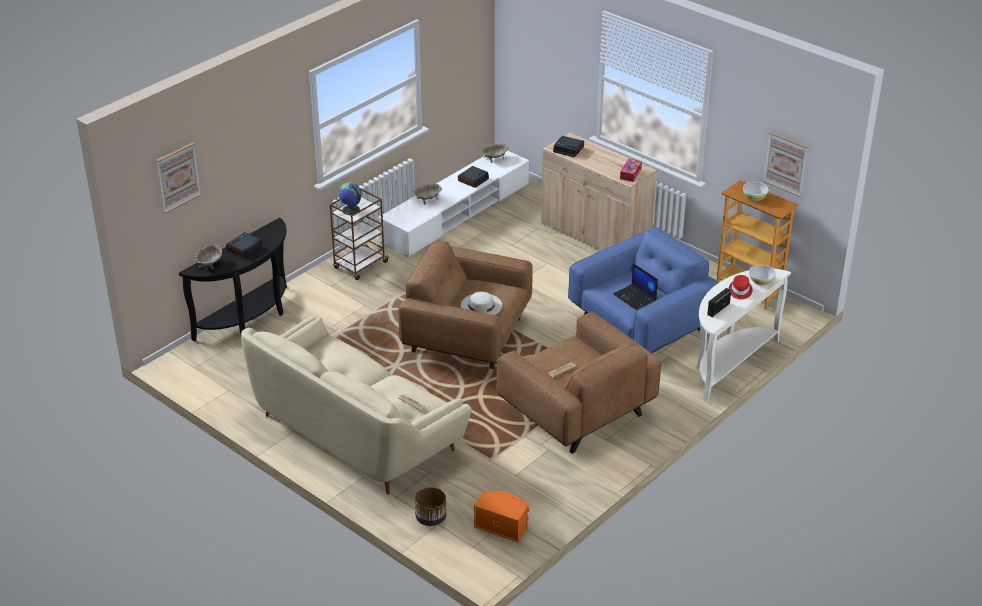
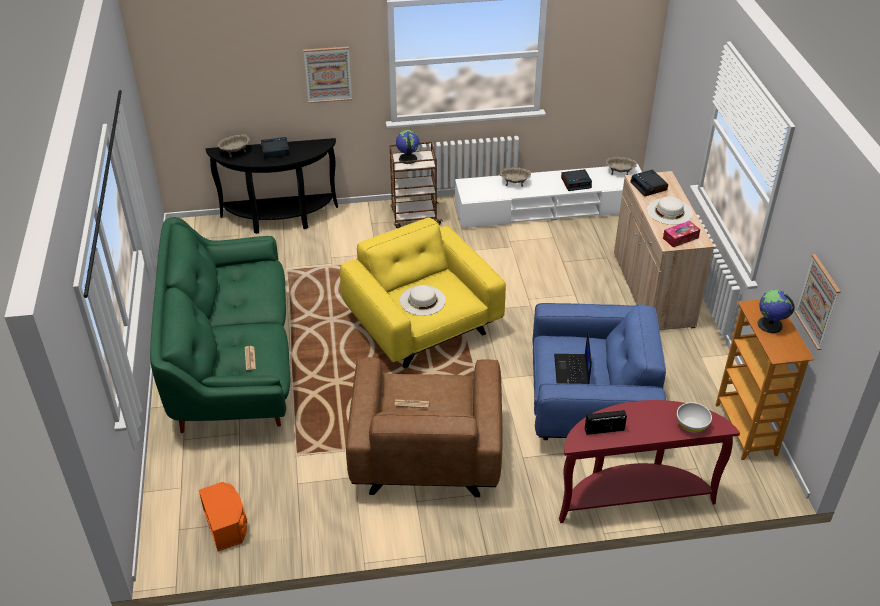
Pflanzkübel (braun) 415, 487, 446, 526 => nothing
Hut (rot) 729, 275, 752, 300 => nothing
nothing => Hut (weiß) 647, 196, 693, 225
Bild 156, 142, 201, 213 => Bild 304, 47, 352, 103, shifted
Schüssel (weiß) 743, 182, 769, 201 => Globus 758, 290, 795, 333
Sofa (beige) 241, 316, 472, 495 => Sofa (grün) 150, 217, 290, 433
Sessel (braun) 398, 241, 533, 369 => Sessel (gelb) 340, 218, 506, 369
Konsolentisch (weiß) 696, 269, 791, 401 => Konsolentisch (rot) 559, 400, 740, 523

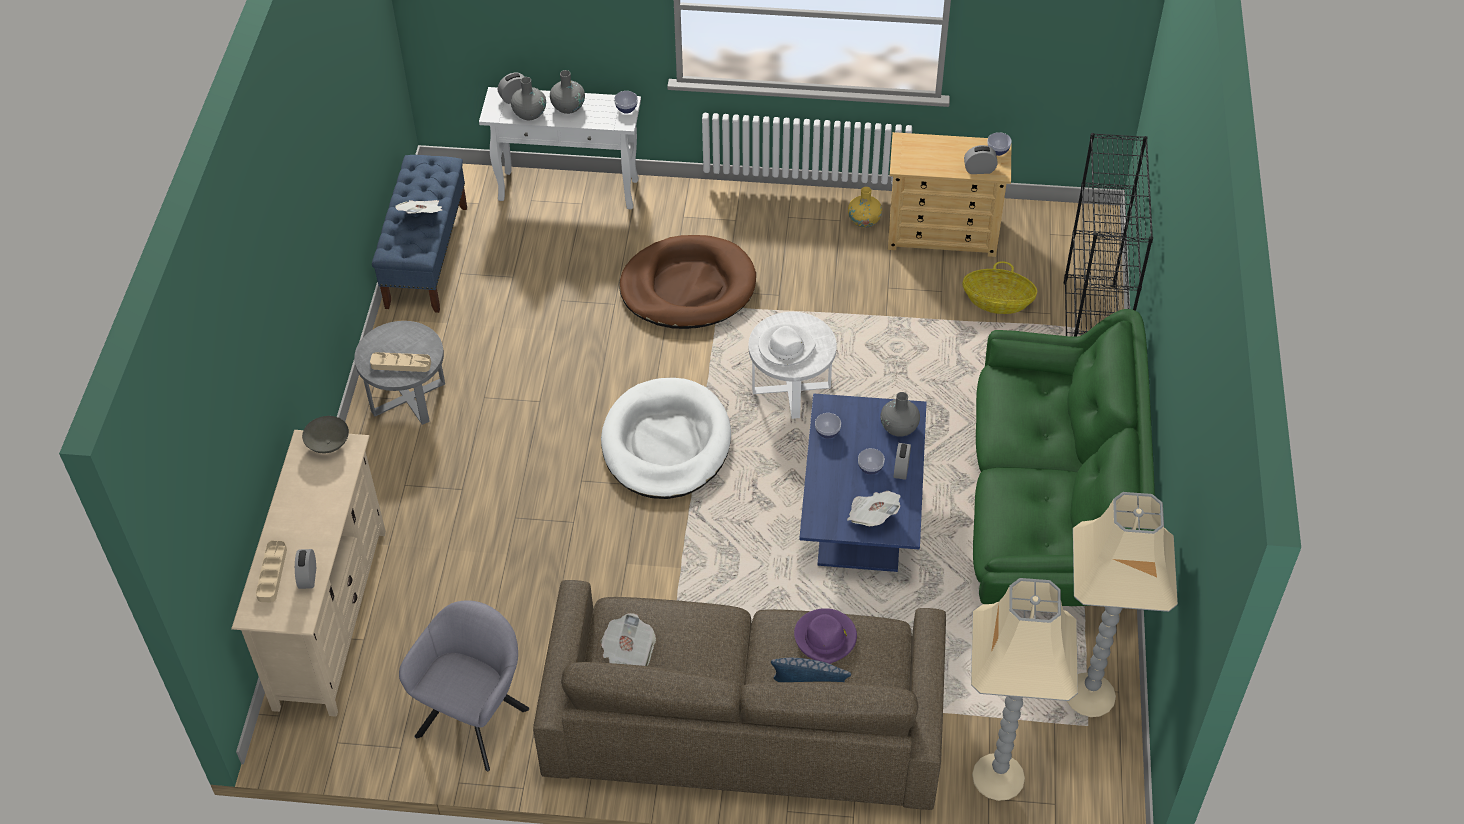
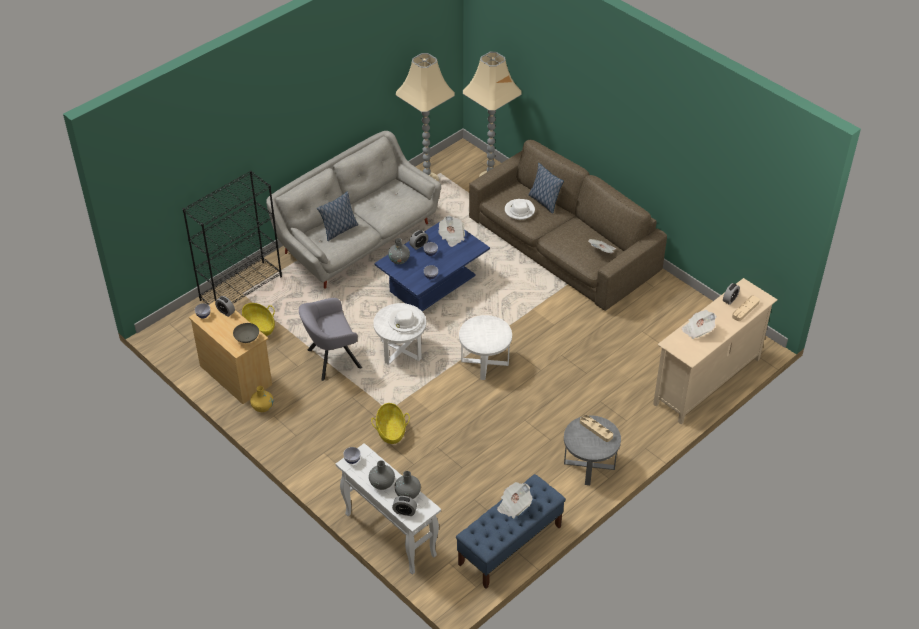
nothing => Kissen 317, 191, 358, 241
nothing => Zeitung 682, 310, 717, 339
Schüssel (grau) 302, 416, 349, 453 => Schüssel (grau) 233, 323, 259, 343, shifted
Sessel (grau) 399, 600, 529, 771 => Sessel (grau) 299, 298, 362, 381, shifted
Hundebett (weiß) 601, 378, 731, 499 => Beistelltisch (weiß) 459, 315, 512, 380
Hundebett (braun) 619, 235, 756, 329 => Korb 371, 403, 410, 444
Hut (lila) 794, 608, 857, 664 => Hut (weiß) 505, 199, 535, 220
Sofa (grün) 973, 309, 1155, 606 => Sofa (grau) 266, 131, 441, 289

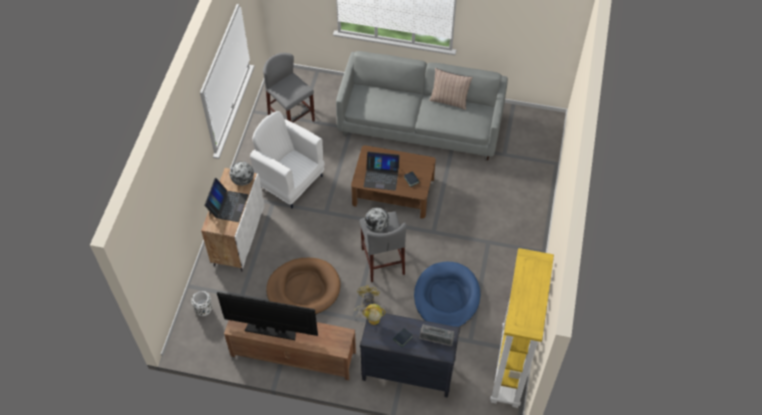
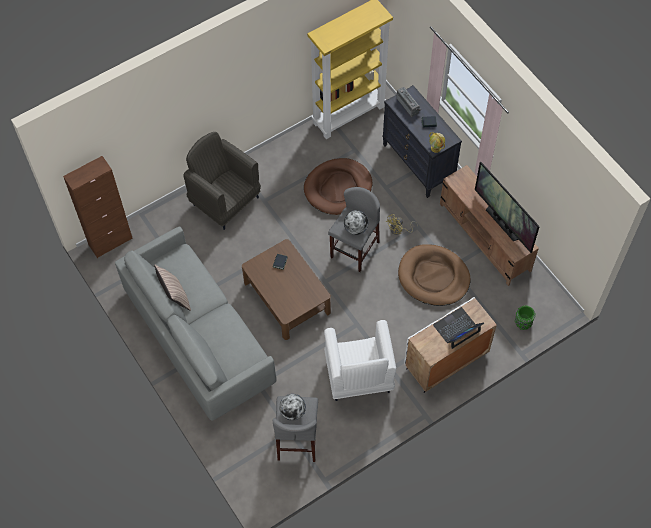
Laptop 364, 152, 400, 190 => nothing
nothing => Schrank (braun) 63, 156, 133, 258
nothing => Sessel (grau) 183, 132, 261, 230
Globus 230, 161, 254, 186 => Globus 279, 394, 306, 421, shifted
Vase (weiß) 191, 291, 212, 316 => Vase (grün) 515, 306, 536, 330
Hundebett (blau) 414, 262, 480, 327 => Hundebett (braun) 304, 158, 372, 215

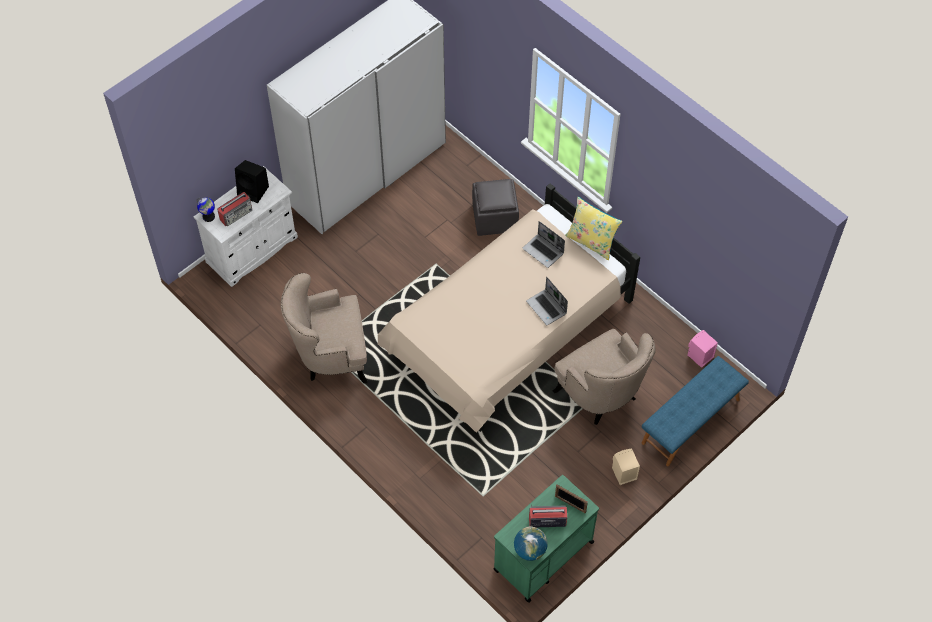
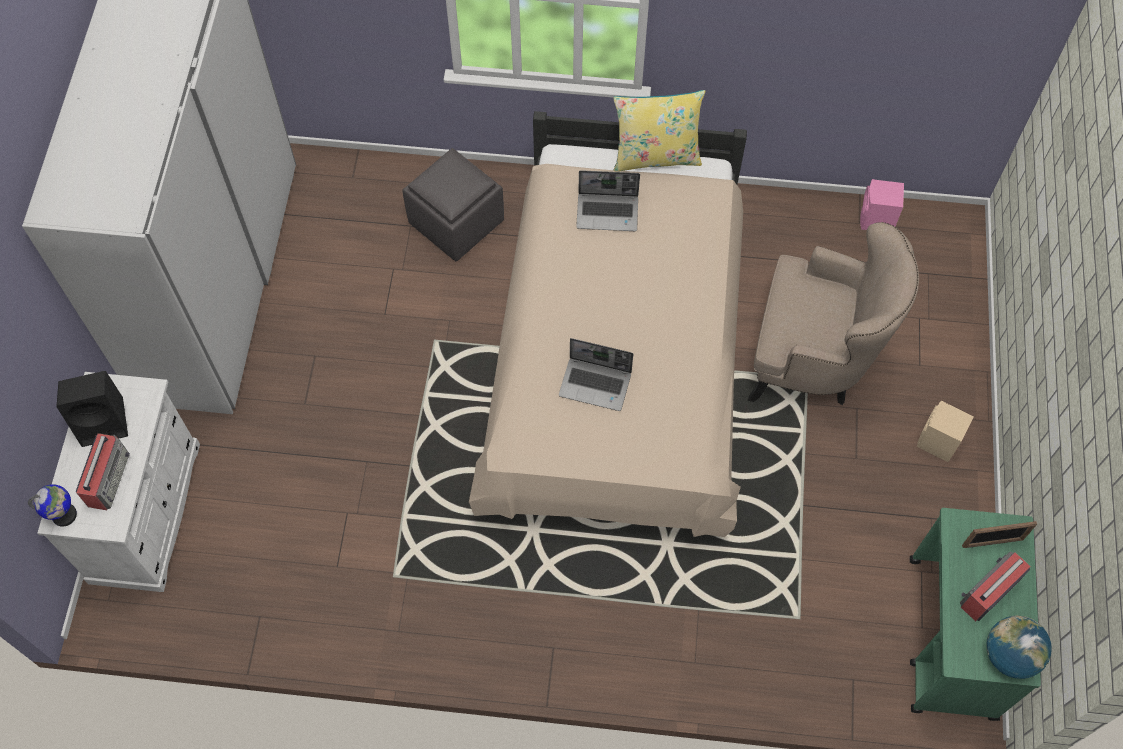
Sessel (beige) 281, 273, 367, 383 => nothing
Bank (blau) 642, 356, 749, 466 => nothing
Laptop 526, 277, 568, 325 => Laptop 559, 338, 633, 411, shifted

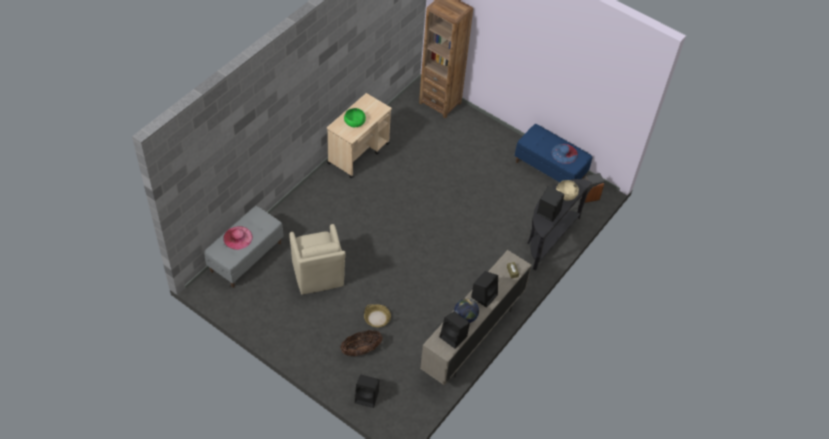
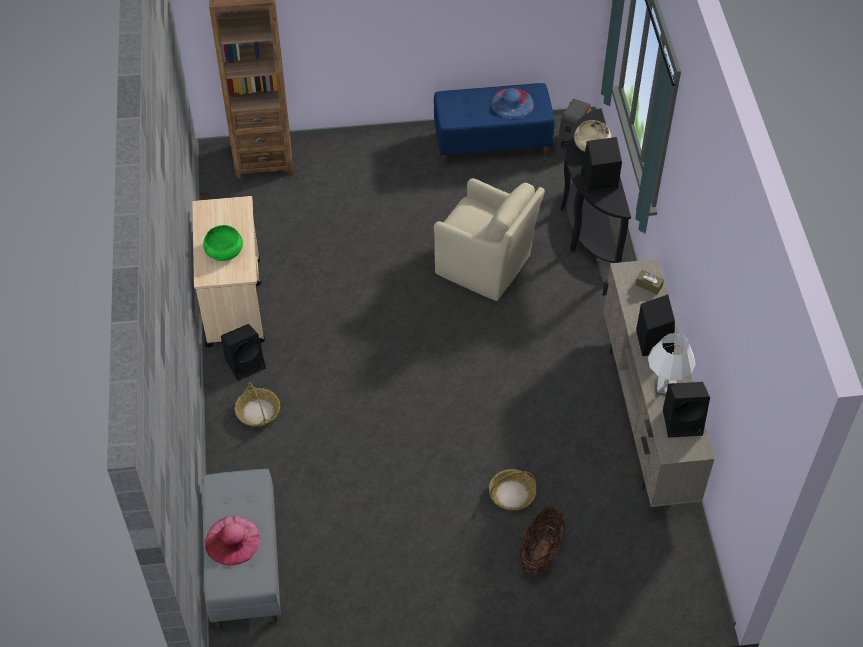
nothing => Korb 235, 382, 280, 427
Sessel (beige) 289, 224, 346, 295 => Sessel (beige) 434, 178, 545, 301, shifted
Lautsprecher (schwarz) 355, 375, 379, 408 => Lautsprecher (schwarz) 221, 324, 266, 381, shifted
Globus 454, 298, 479, 323 => Tischlampe (weiß) 648, 333, 696, 394

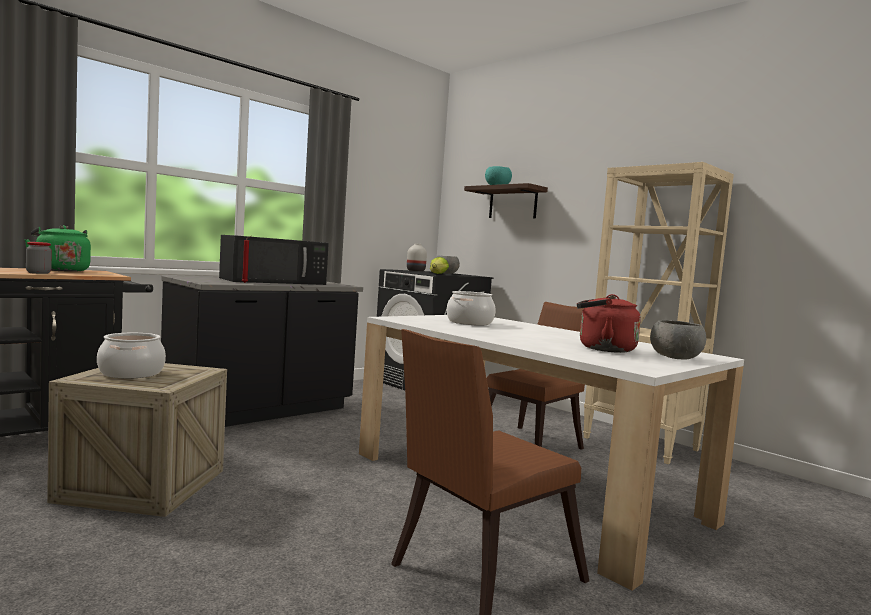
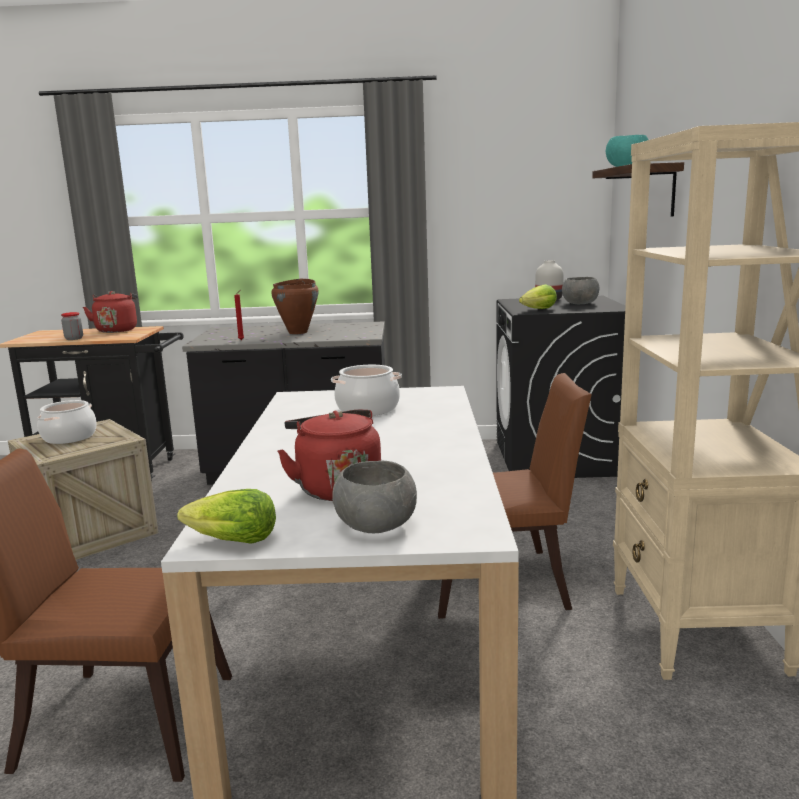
nothing => Salatkopf 177, 489, 276, 544
Mikrowelle (schwarz) 219, 235, 329, 285 => Kochtopf (braun) 271, 278, 318, 334
Wasserkessel (grün) 24, 225, 91, 272 => Wasserkessel (rot) 83, 291, 138, 333

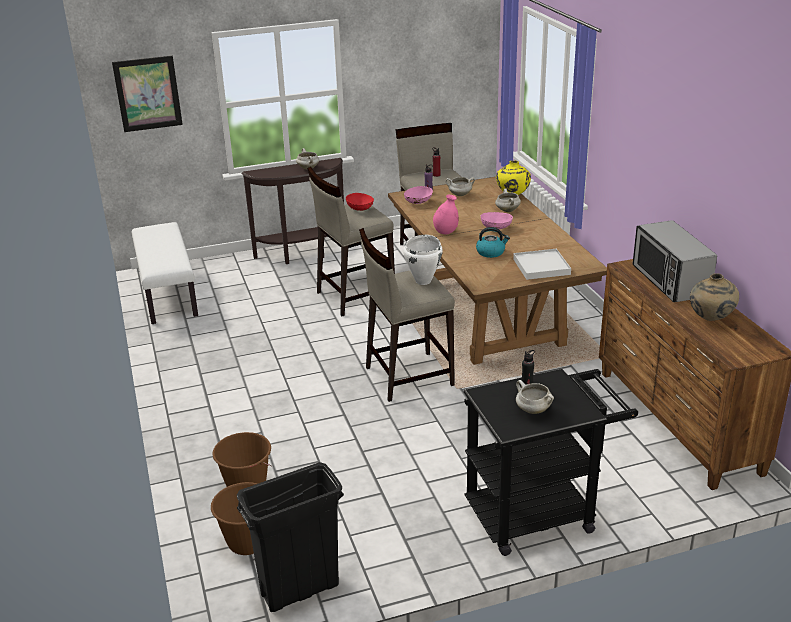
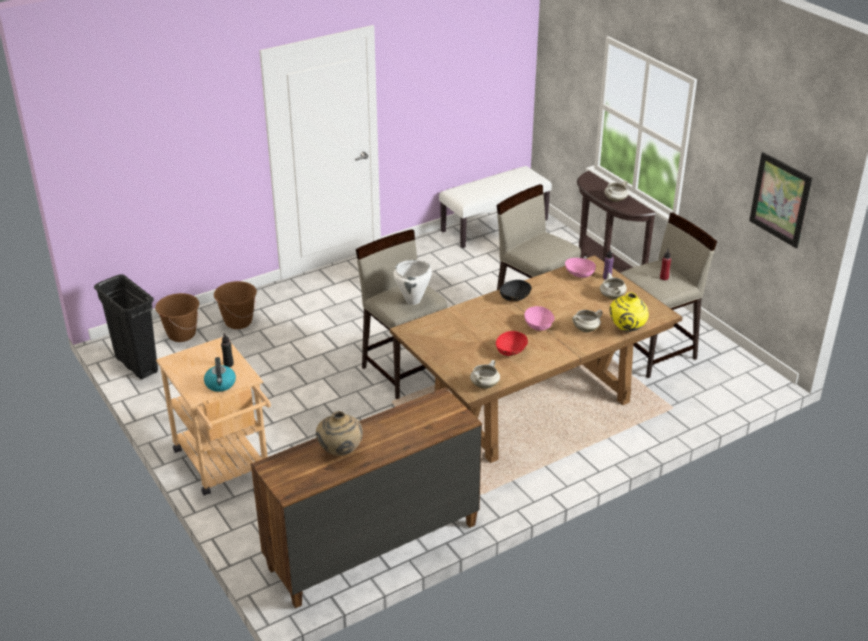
Tablett (weiß) 513, 249, 571, 280 => nothing
Mikrowelle 632, 220, 717, 302 => nothing
Bild 112, 56, 183, 132 => Bild 749, 152, 812, 248, shifted
Schüssel (rot) 346, 193, 374, 211 => Schüssel (rot) 496, 331, 528, 356, shifted
Wasserkessel 476, 227, 510, 258 => Wasserkessel 204, 357, 236, 392, shifted
Kochtopf (weiß) 516, 380, 554, 414 => Kochtopf (weiß) 470, 360, 500, 389, shifted
Vase (rosa) 433, 195, 459, 235 => Schüssel (schwarz) 500, 280, 532, 301
Rollwagen (schwarz) 464, 369, 638, 556 => Rollwagen (beige) 156, 337, 271, 496

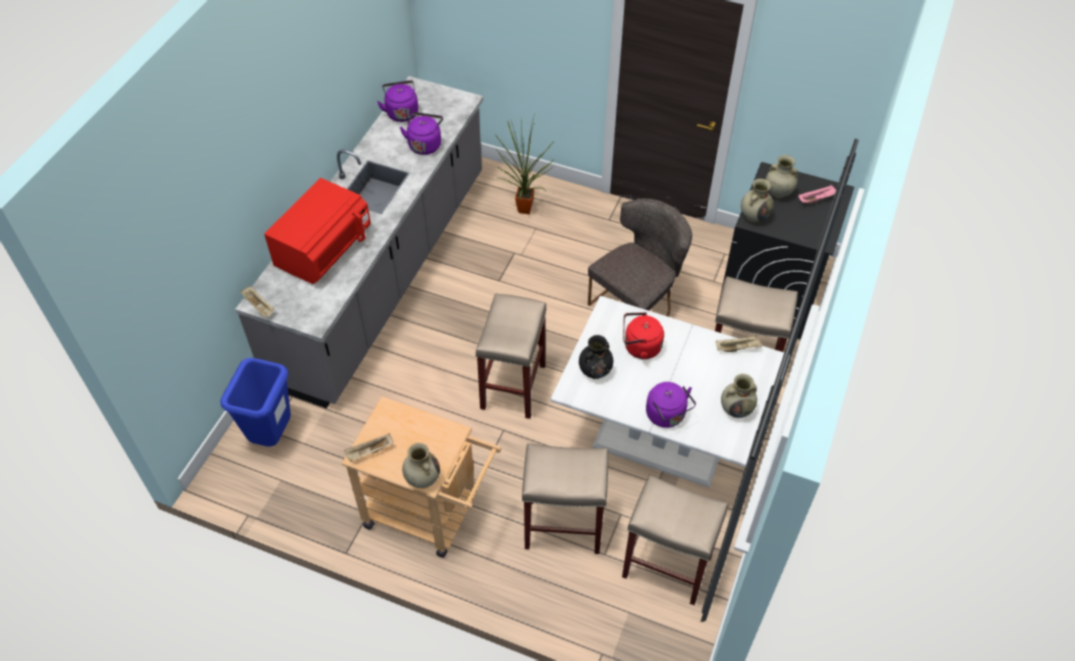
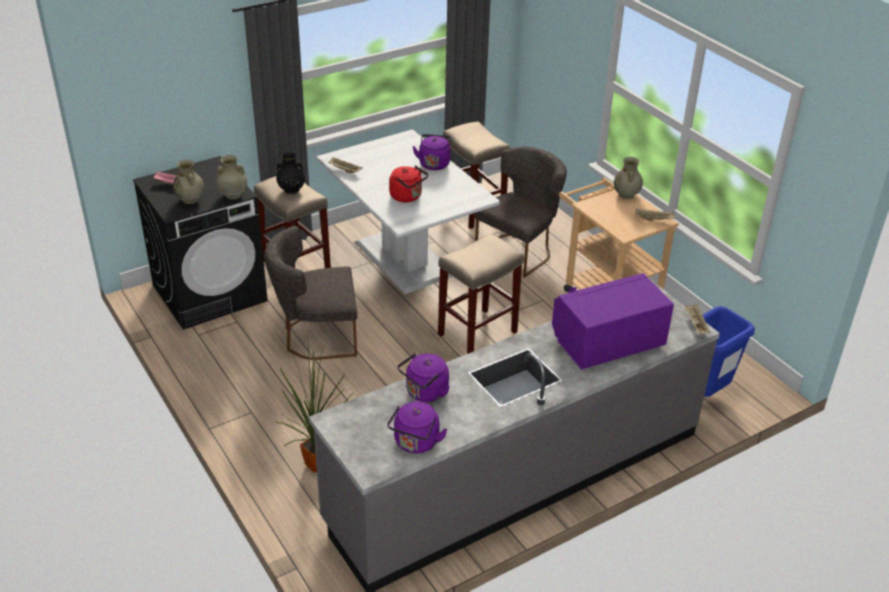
Vase (beige) 721, 374, 757, 418 => nothing
Vase (schwarz) 579, 335, 613, 379 => Vase (schwarz) 276, 152, 305, 194, shifted
Hocker (beige) 522, 443, 608, 554 => Stuhl (grau) 475, 147, 567, 278
Mikrowelle (rot) 264, 178, 371, 284 => Mikrowelle (lila) 552, 273, 674, 370

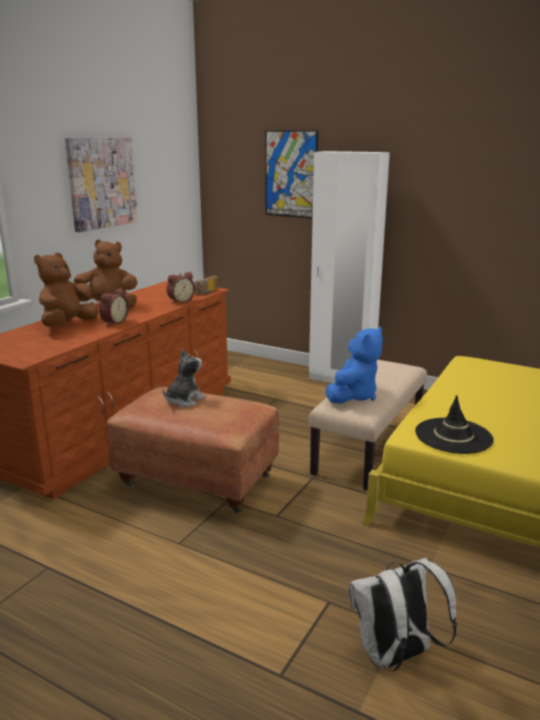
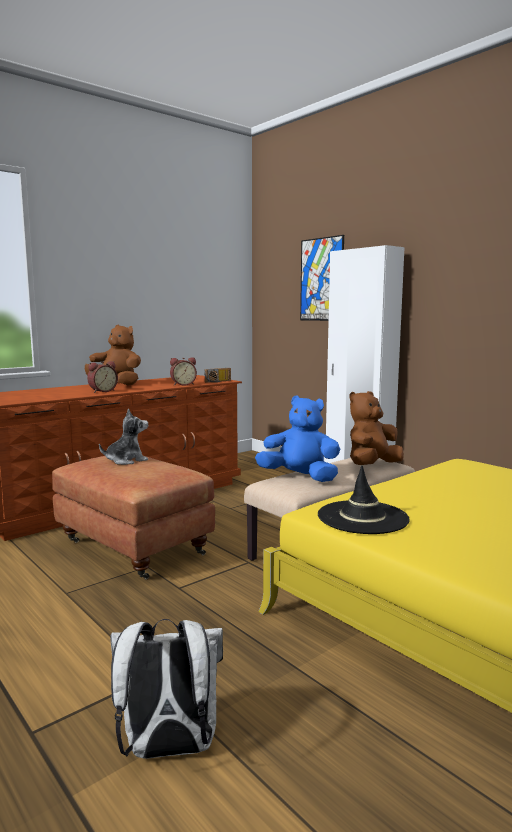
Bild 65, 137, 138, 232 => nothing
Plüschtier (braun) 34, 253, 98, 327 => Plüschtier (braun) 349, 391, 404, 465, shifted
Plüschtier (blau) 326, 327, 383, 404 => Plüschtier (blau) 255, 395, 341, 482, 120 degrees counterclockwise

